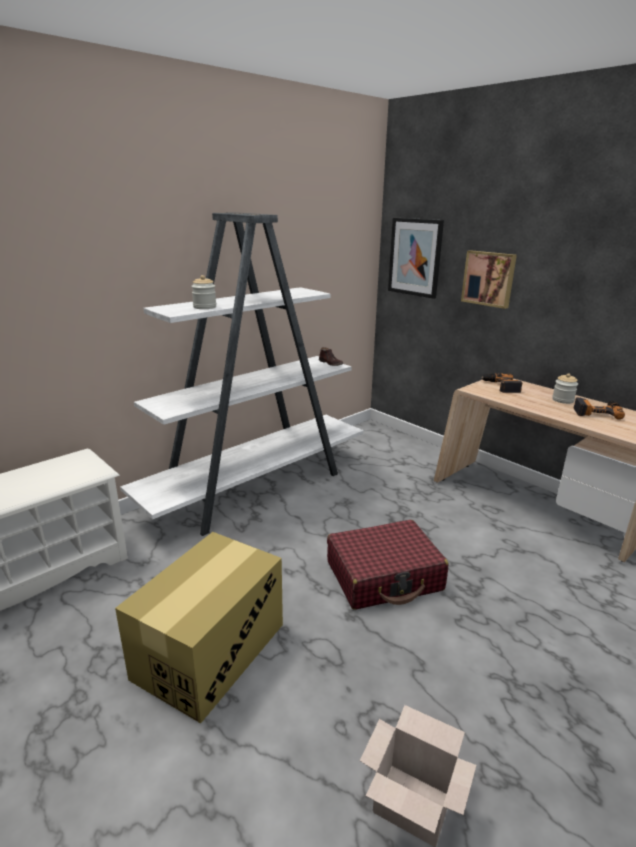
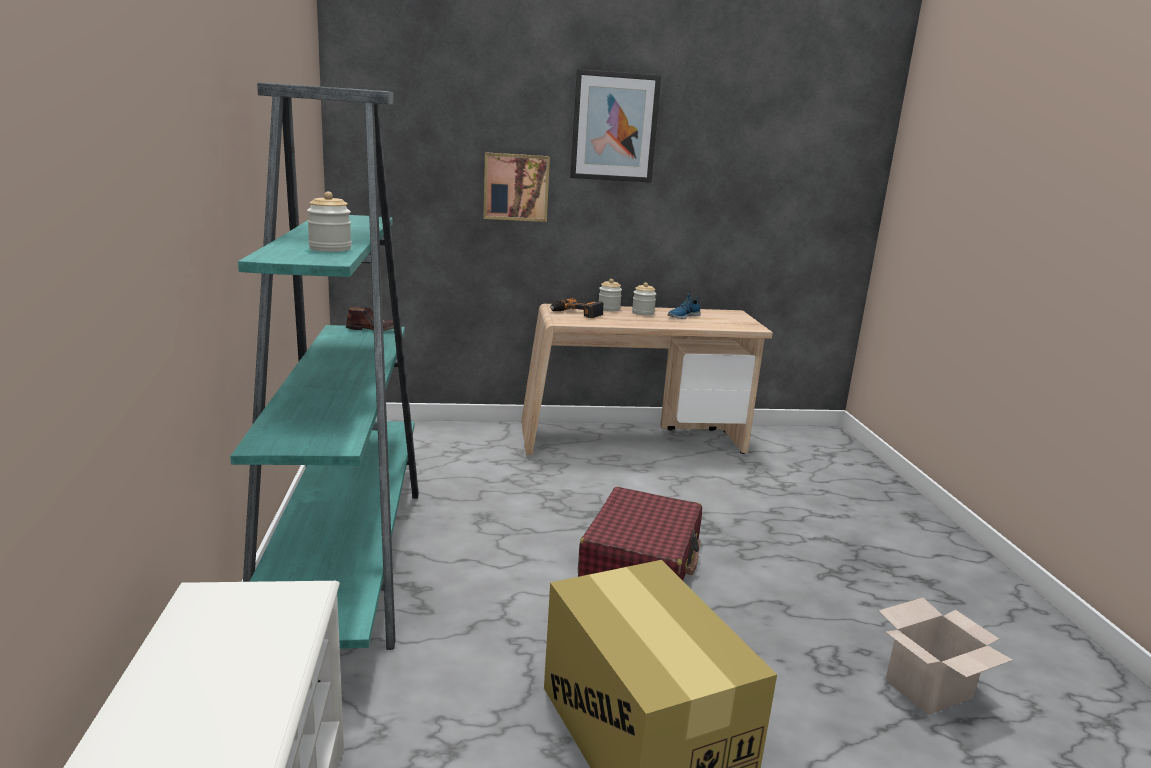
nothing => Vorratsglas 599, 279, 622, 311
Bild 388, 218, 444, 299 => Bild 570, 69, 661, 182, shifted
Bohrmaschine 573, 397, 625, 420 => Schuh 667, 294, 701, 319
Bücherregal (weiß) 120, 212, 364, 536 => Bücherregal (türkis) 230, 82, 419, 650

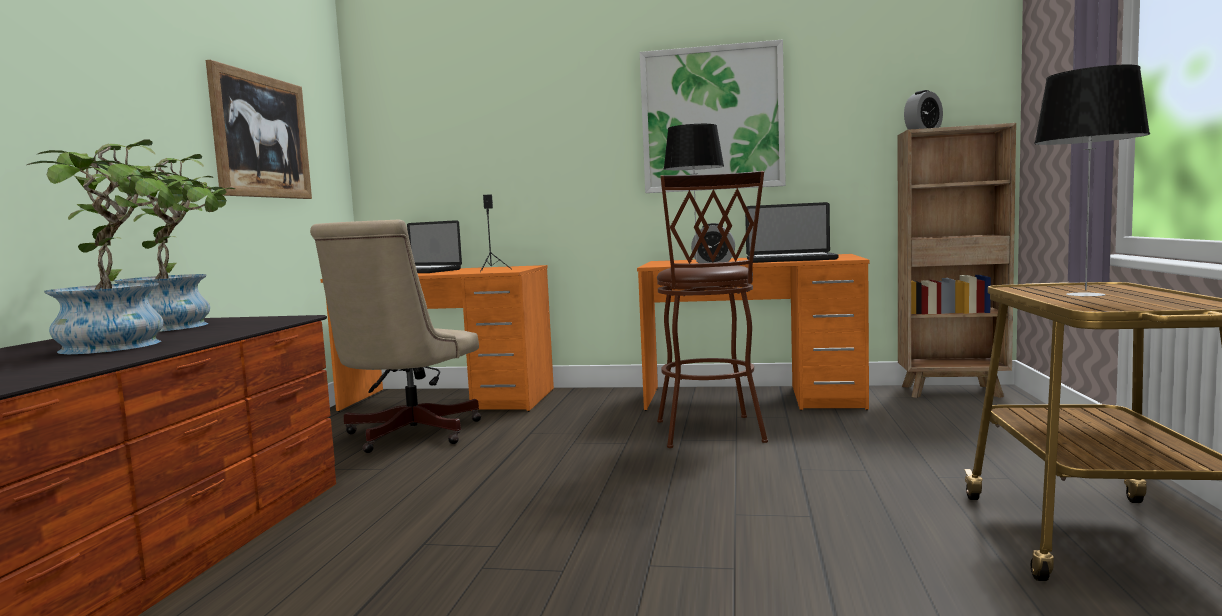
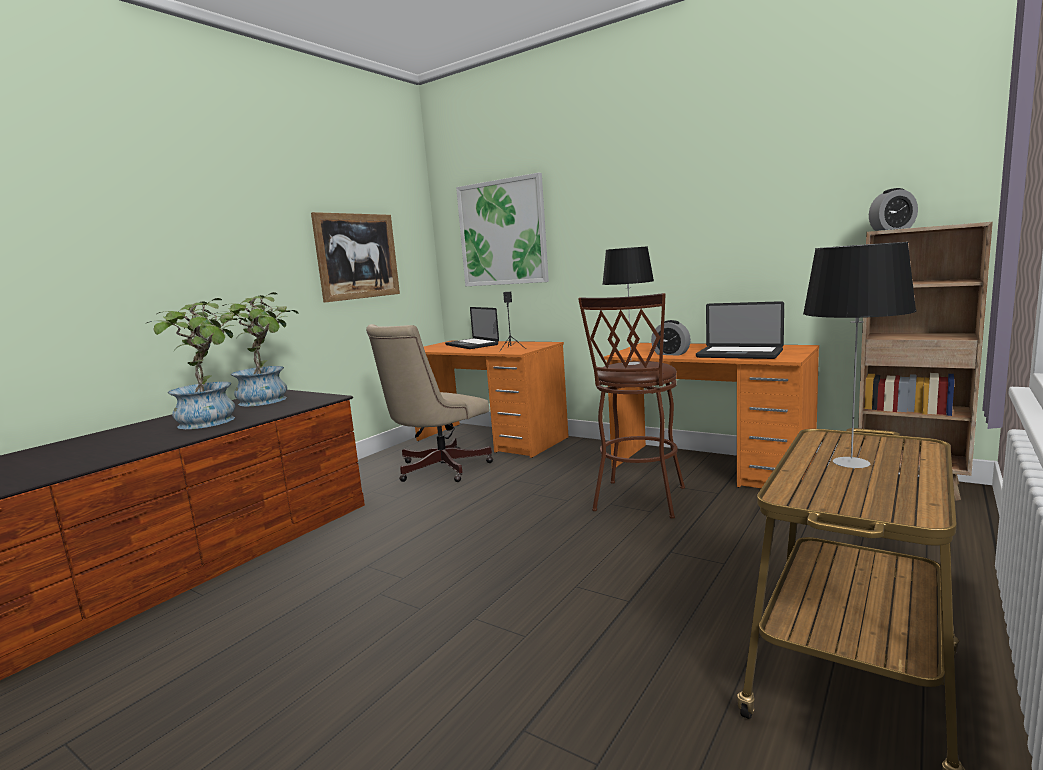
Bild 640, 39, 786, 193 => Bild 456, 173, 549, 286, shifted

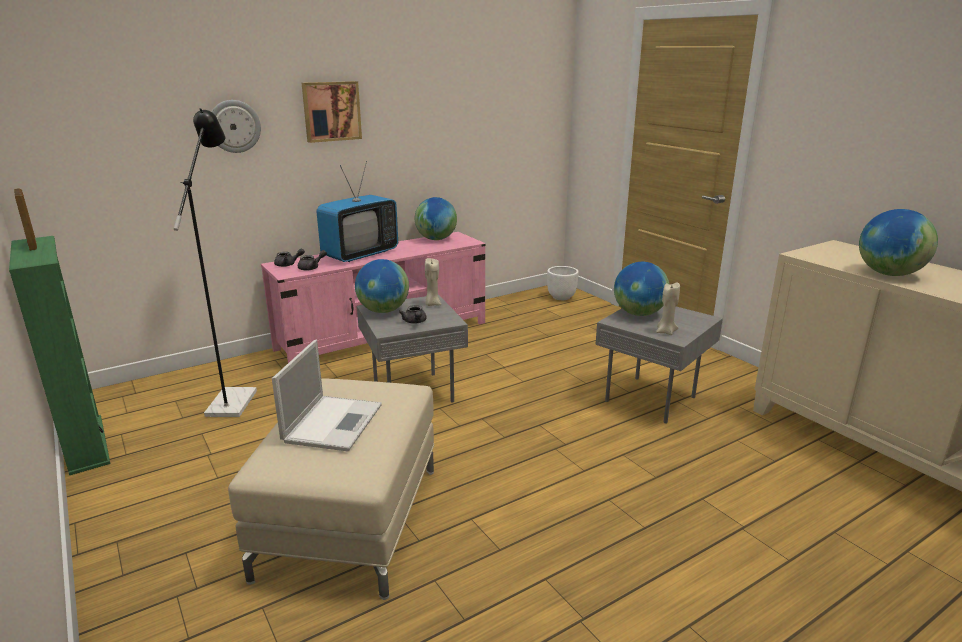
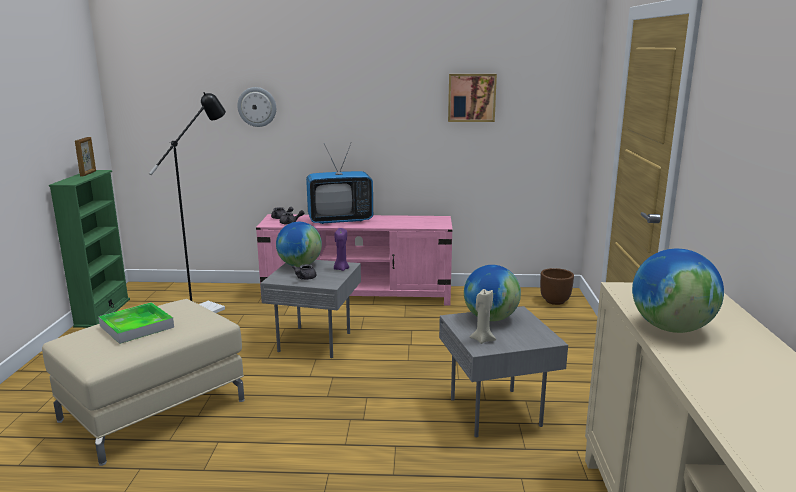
Globus 415, 197, 457, 240 => nothing
Bild 302, 81, 362, 143 => Bild 448, 74, 497, 122, shifted
Laptop 272, 340, 382, 451 => Tablett 98, 302, 174, 344
Kerze (beige) 425, 258, 441, 306 => Kerze (lila) 334, 228, 349, 271
Pflanzkübel (weiß) 547, 266, 579, 300 => Pflanzkübel (braun) 540, 268, 574, 305

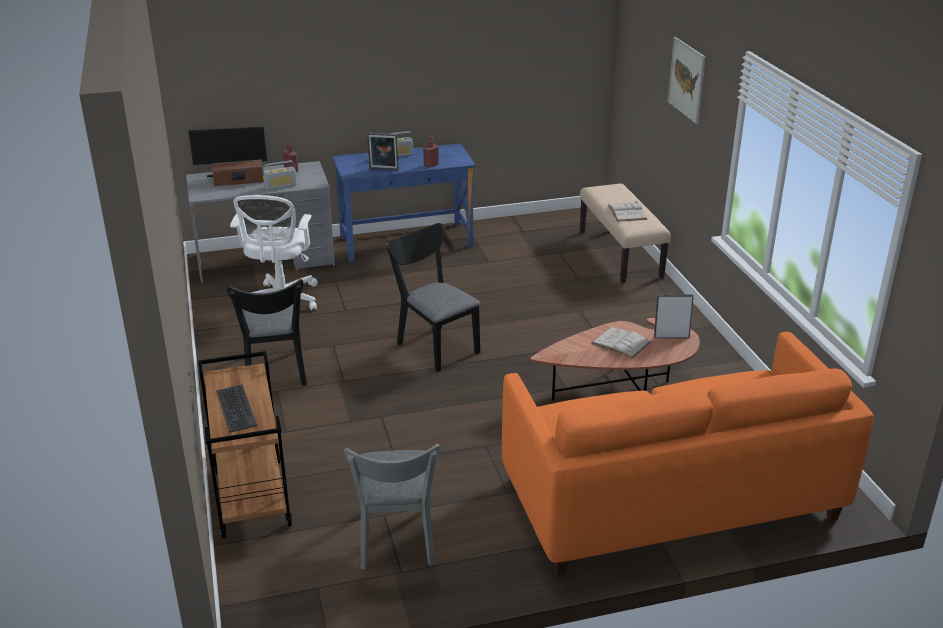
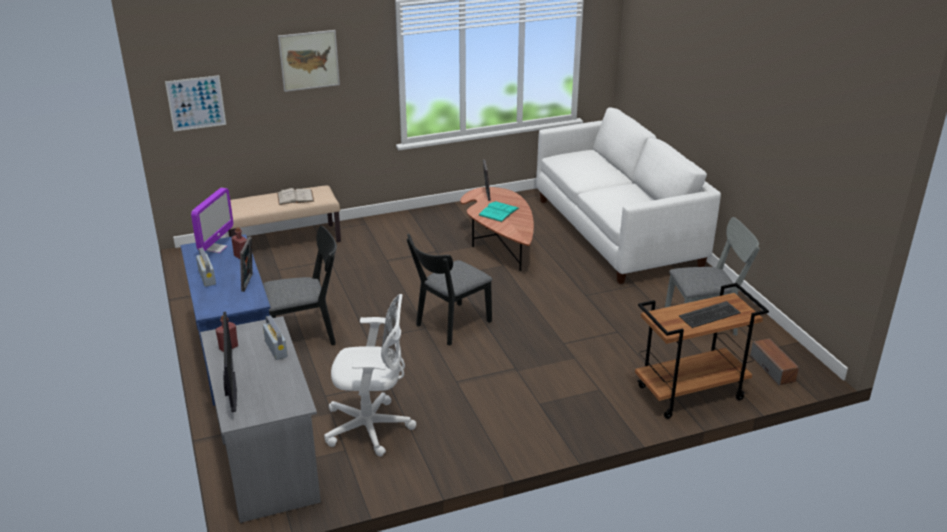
nothing => Bild 165, 75, 226, 131
nothing => Monitor 191, 188, 233, 253
Lautsprecher 212, 159, 264, 186 => Lautsprecher 750, 338, 799, 385, shifted
Stuhl (schwarz) 227, 279, 307, 386 => Stuhl (schwarz) 263, 226, 337, 345, shifted
Sofa (orange) 502, 332, 874, 576 => Sofa (weiß) 536, 108, 721, 284
Buch (weiß) 591, 327, 651, 358 => Buch (türkis) 478, 201, 519, 222

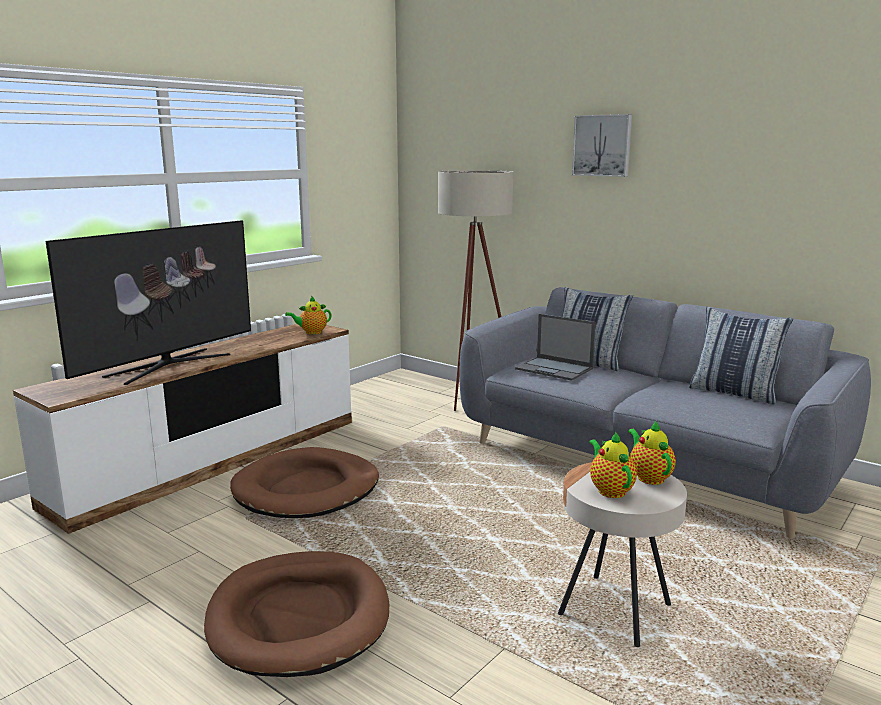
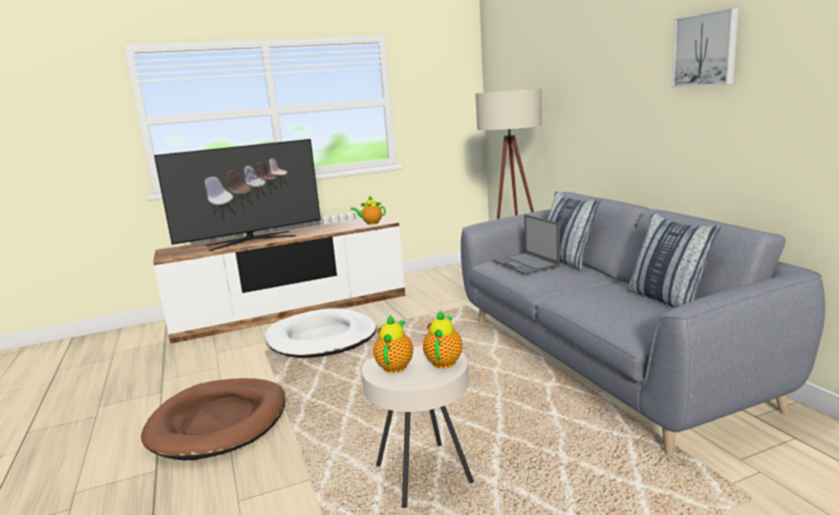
Bild 572, 114, 632, 177 => Bild 672, 8, 739, 88, shifted
Hundebett (braun) 230, 447, 379, 518 => Hundebett (weiß) 265, 308, 377, 358

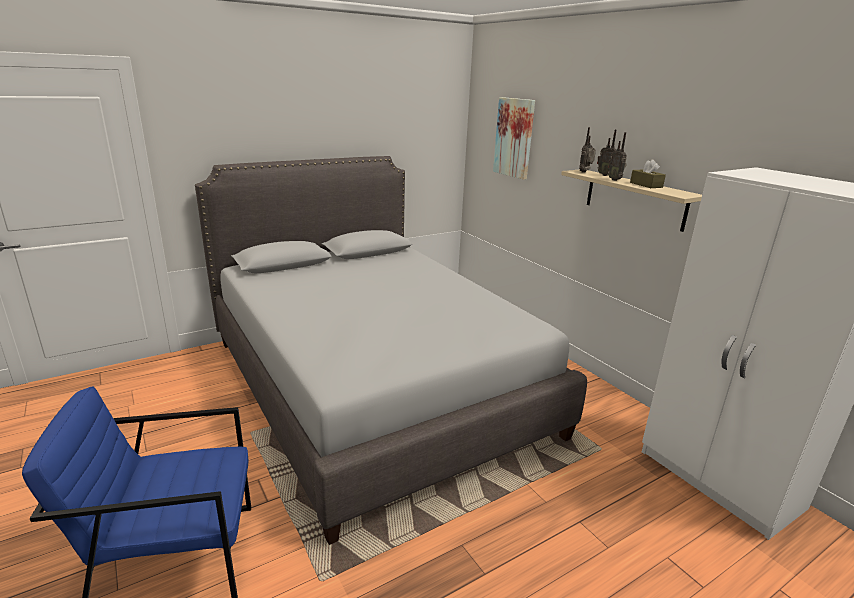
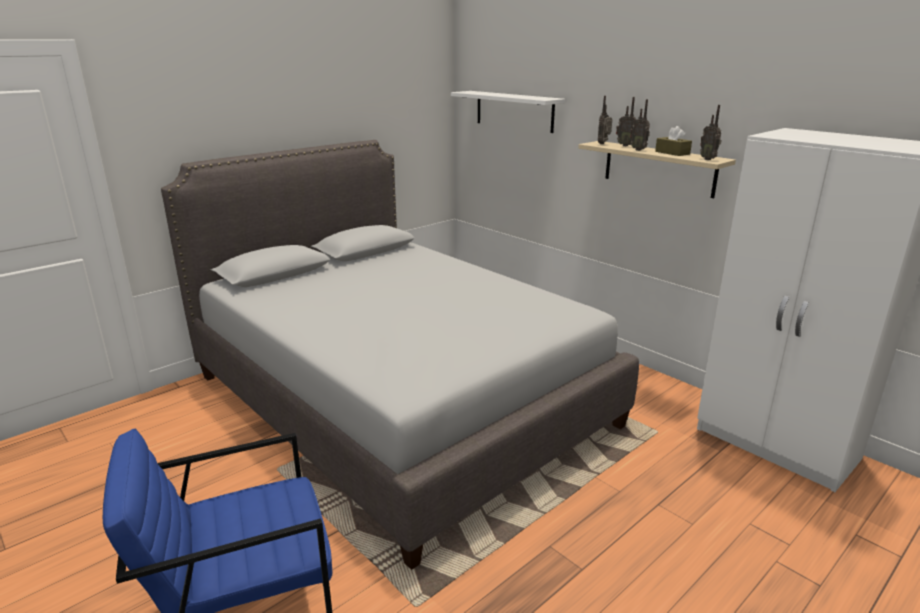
nothing => Radio 700, 105, 721, 160
Bild 493, 97, 535, 180 => Wandregal (weiß) 451, 91, 565, 133

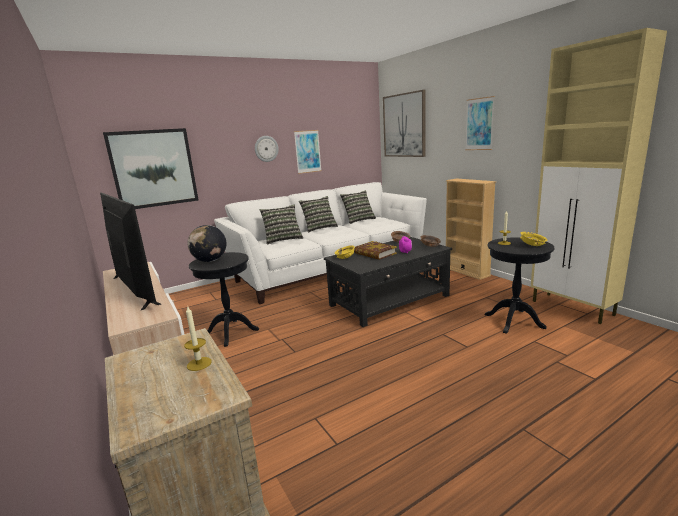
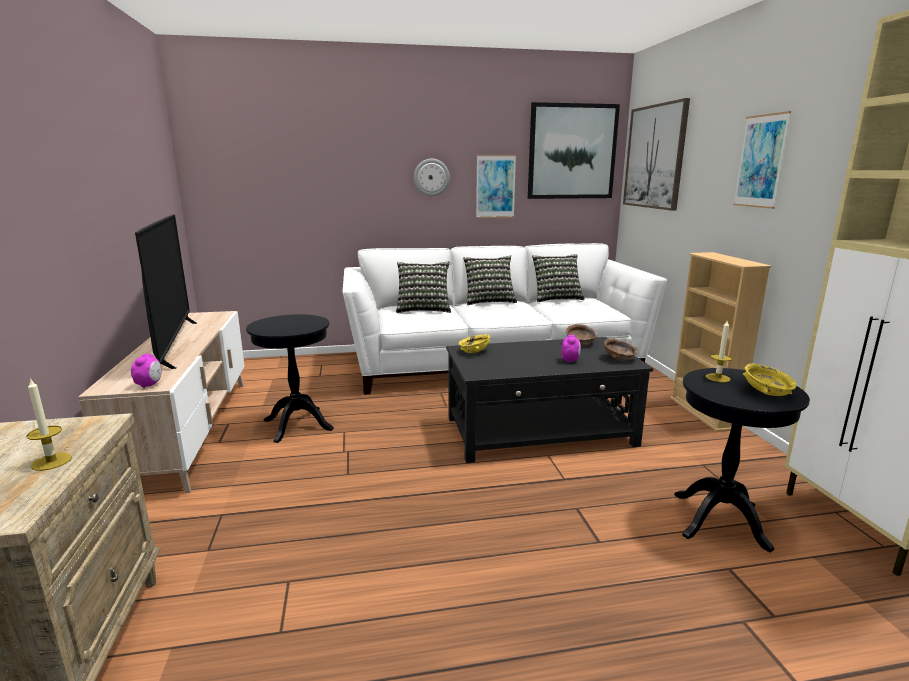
Globus 188, 225, 226, 262 => nothing
Buch 354, 241, 397, 260 => nothing
nothing => Wecker 131, 354, 162, 389
Bild 103, 128, 198, 209 => Bild 528, 102, 620, 199, shifted

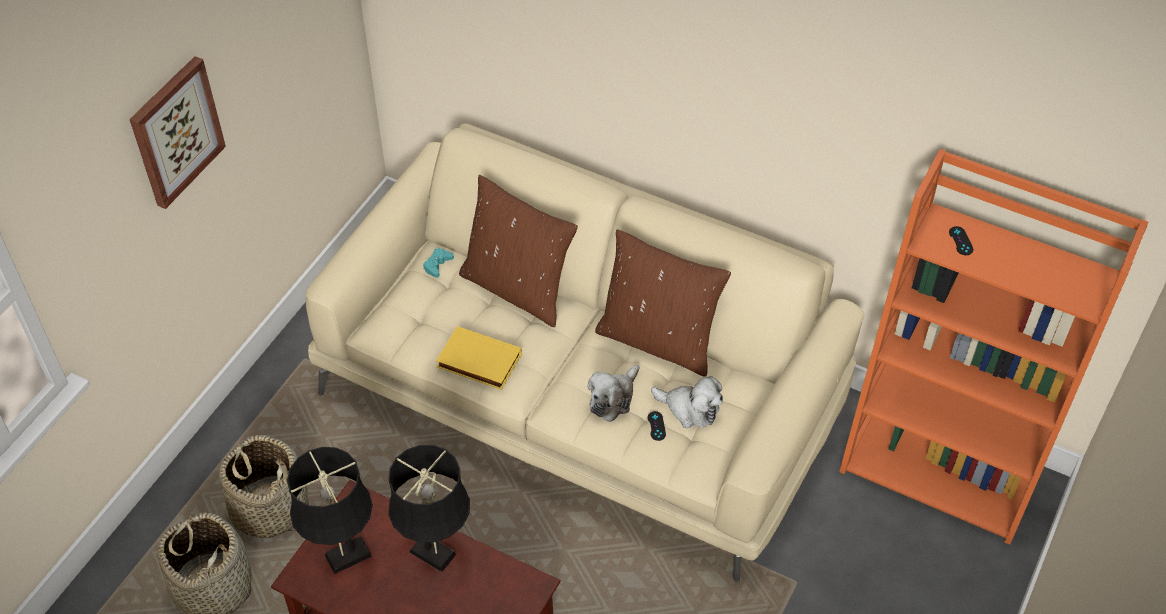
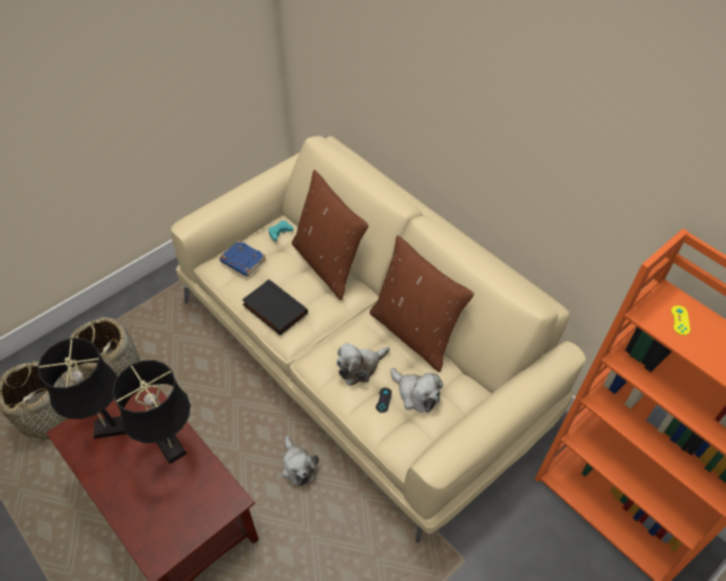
Bild 130, 56, 226, 209 => nothing
nothing => Buch (blau) 219, 240, 266, 277
nothing => Plüschtier 282, 435, 319, 486
Buch (gelb) 436, 326, 522, 390 => Buch (schwarz) 242, 279, 308, 336
Gamepad (schwarz) 949, 226, 973, 255 => Gamepad (gelb) 671, 305, 690, 335

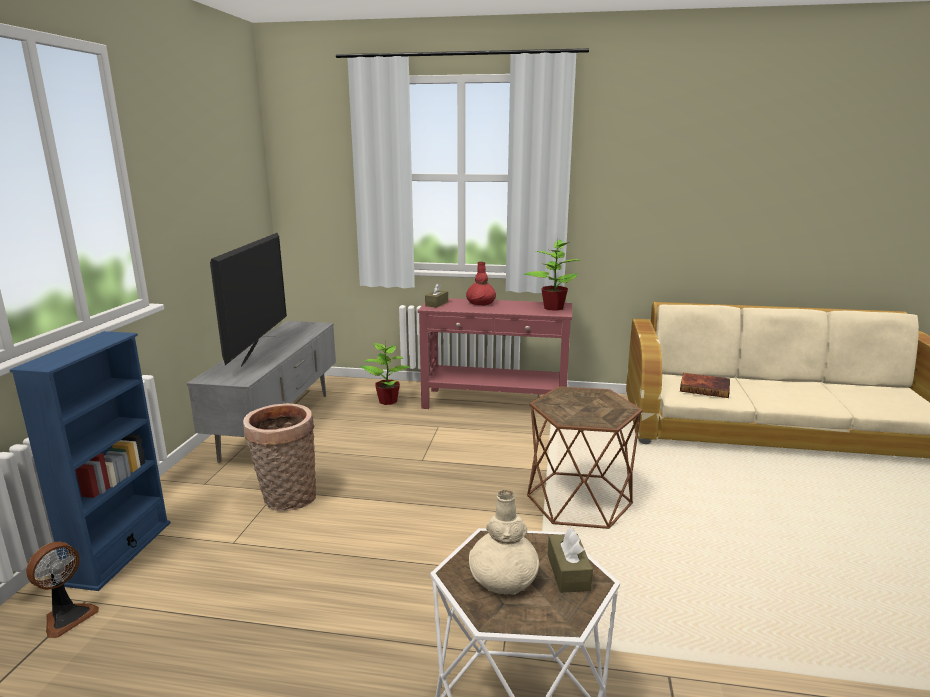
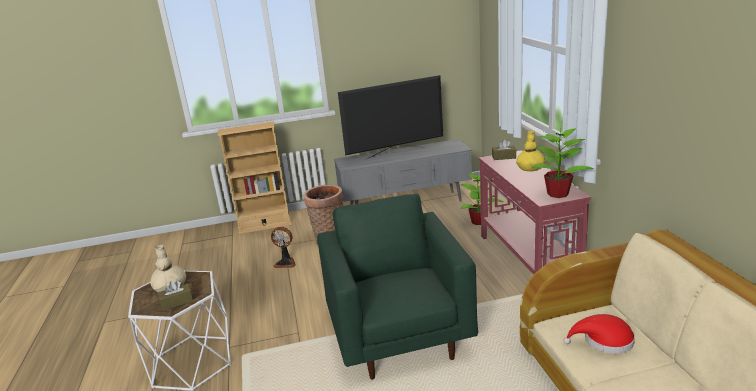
Ventilator 26, 542, 99, 638 => Ventilator 271, 227, 295, 268, shifted
Beistelltisch (braun) 527, 386, 643, 529 => Sessel (grün) 317, 194, 478, 380
Buch 680, 373, 730, 398 => Hut (rot) 563, 314, 635, 354
Bücherregal (blau) 10, 331, 171, 591 => Bücherregal (beige) 218, 122, 292, 234
Vase (rot) 466, 262, 496, 306 => Vase (gelb) 516, 131, 545, 172

